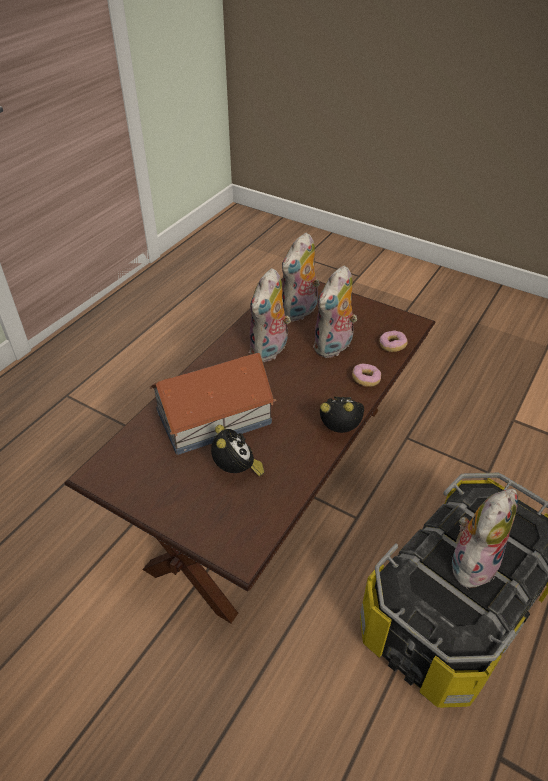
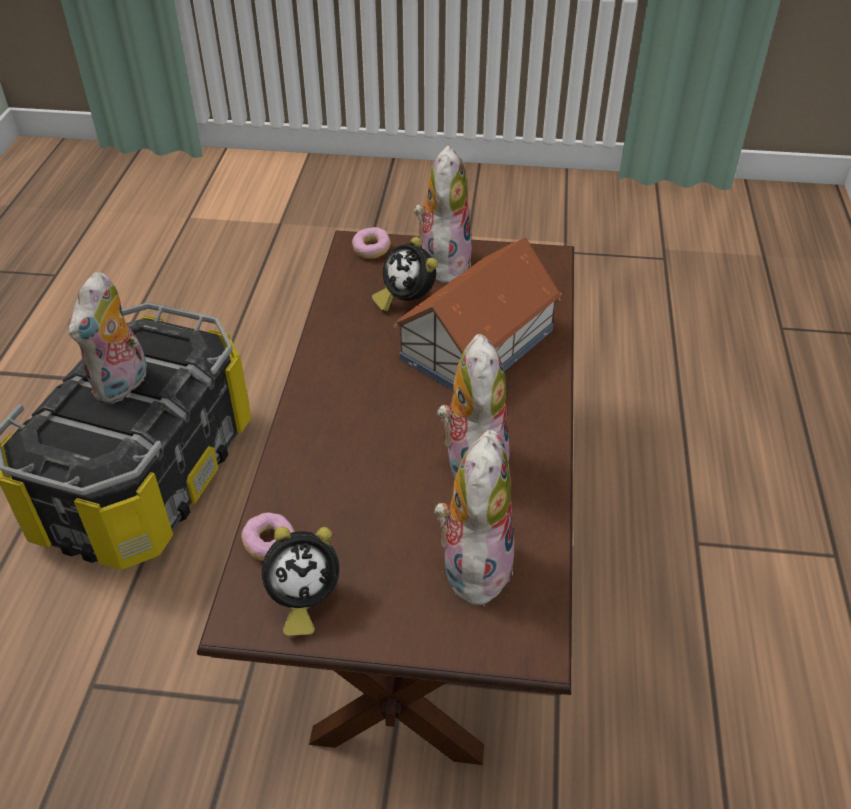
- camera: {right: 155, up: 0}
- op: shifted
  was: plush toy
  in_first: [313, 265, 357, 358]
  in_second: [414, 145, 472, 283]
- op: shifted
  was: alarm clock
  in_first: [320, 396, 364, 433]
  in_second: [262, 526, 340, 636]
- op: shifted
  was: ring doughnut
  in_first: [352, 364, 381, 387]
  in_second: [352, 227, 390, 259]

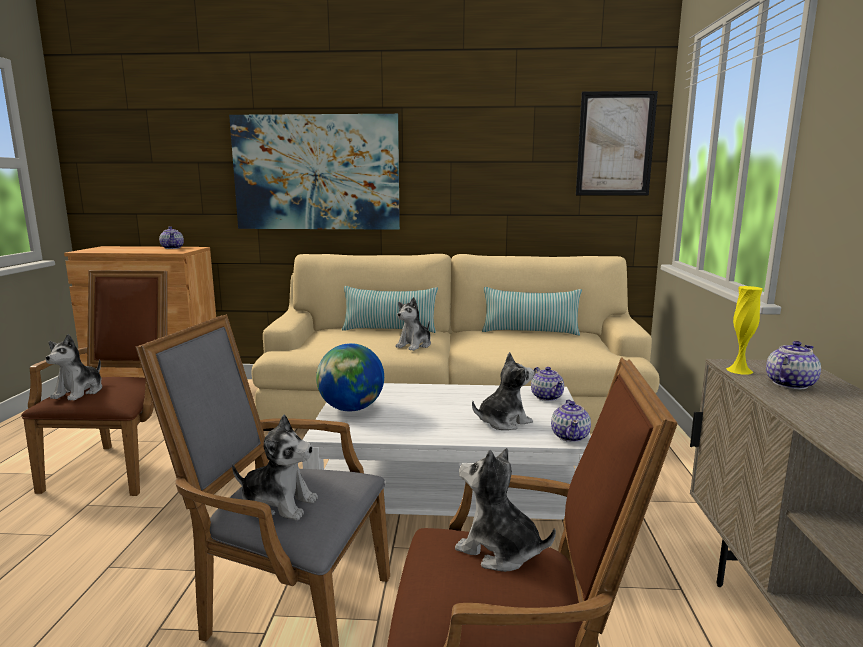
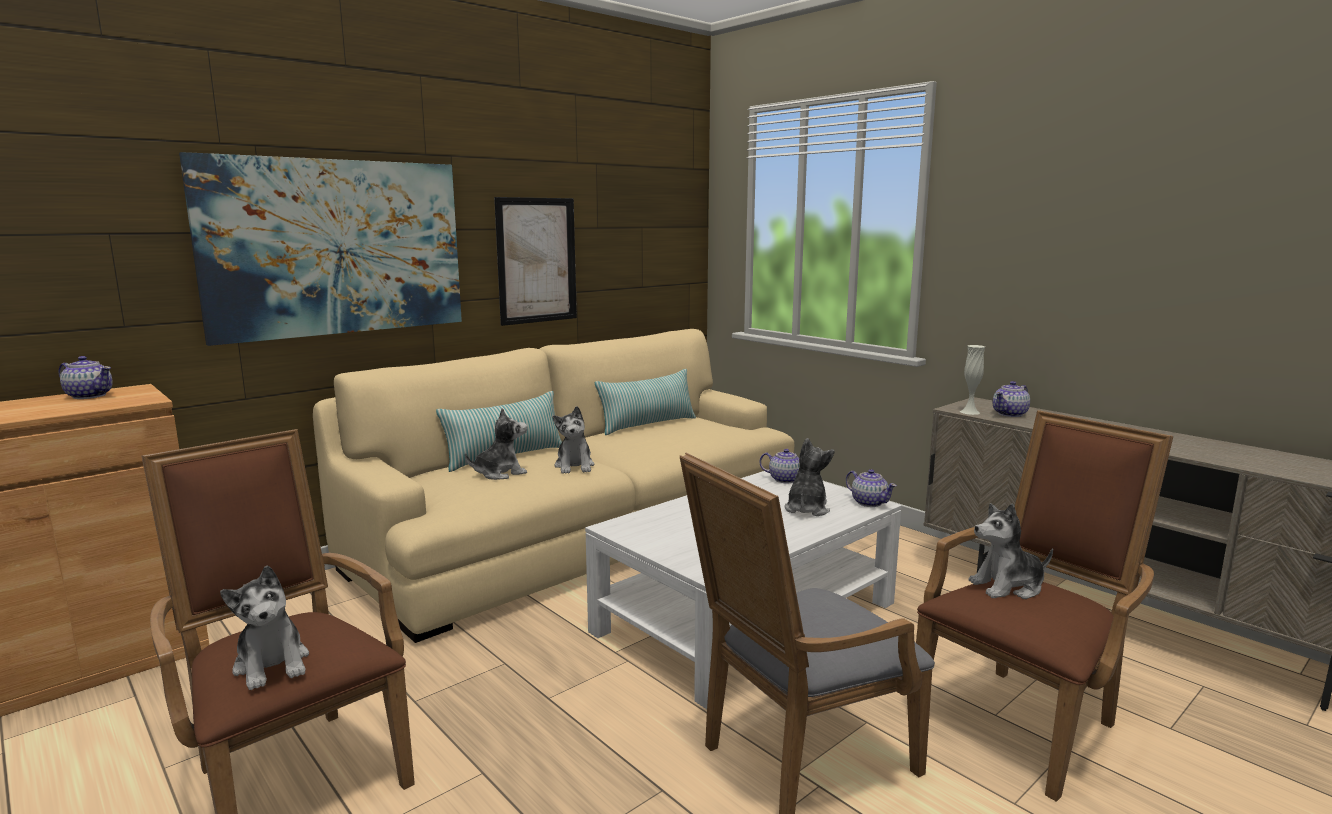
- camera: {right: -45, up: 0}
- op: gone
  was: world globe
  in_first: [316, 343, 384, 412]
- op: shifted
  was: plush toy
  in_first: [232, 415, 318, 520]
  in_second: [465, 408, 527, 480]
- op: shifted
  was: picture
  in_first: [576, 91, 658, 195]
  in_second: [494, 197, 577, 326]
- op: repainted
  was: yellowish flower vase
  now: whitish flower vase
  in_first: [726, 286, 763, 374]
  in_second: [960, 345, 985, 415]
- op: rotated
  was: tea pot
  in_first: [766, 341, 821, 389]
  in_second: [992, 381, 1030, 417]
  clockwise: -135

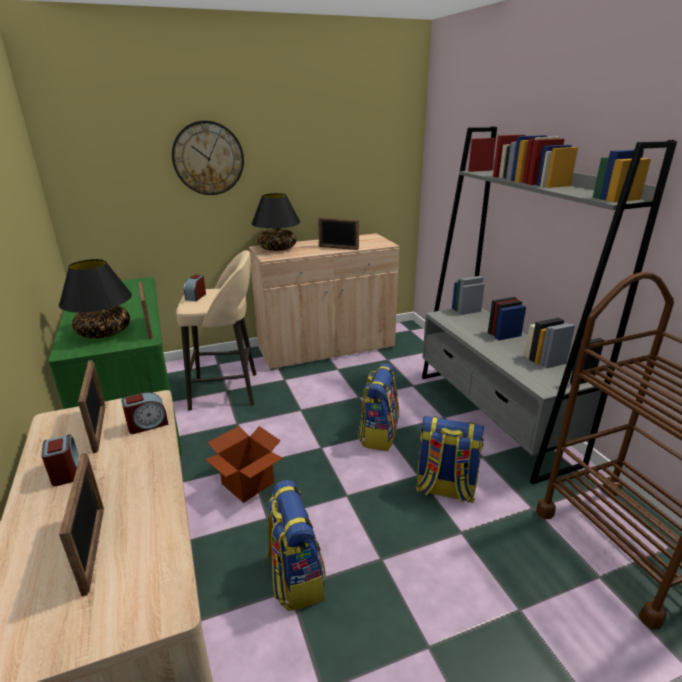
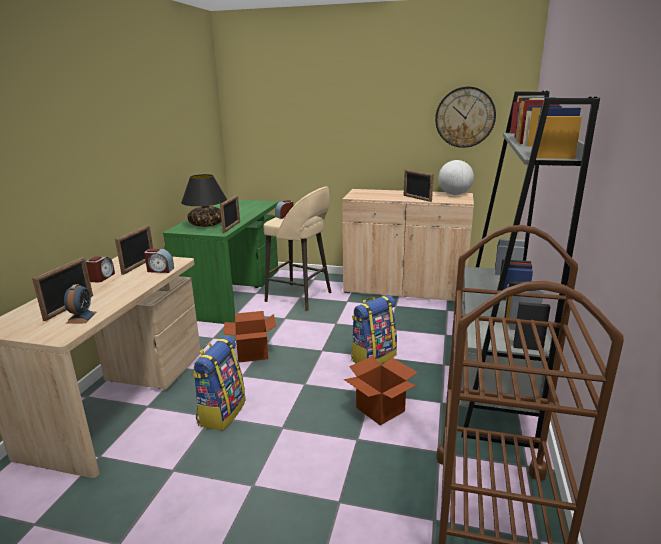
- camera: {right: 35, up: -5}
- op: gone
  was: blackish table lamp
  in_first: [251, 193, 300, 251]
- op: new
  now: alarm clock
  in_second: [64, 284, 97, 324]
- op: new
  now: world globe
  in_second: [438, 160, 474, 195]
- op: shifted
  was: wall clock
  in_first: [172, 121, 244, 195]
  in_second: [435, 86, 496, 148]
- op: swapped
  was: backpack
  now: cardboard box
  in_first: [416, 416, 485, 503]
  in_second: [344, 356, 418, 425]

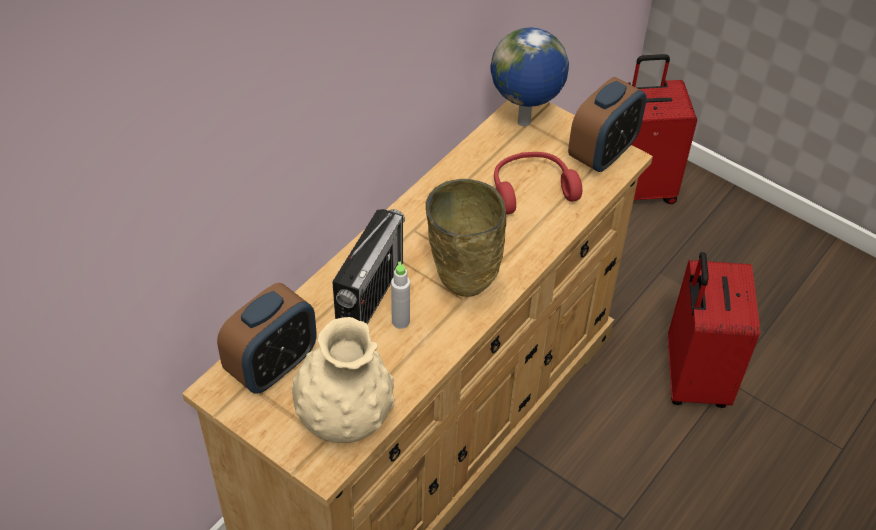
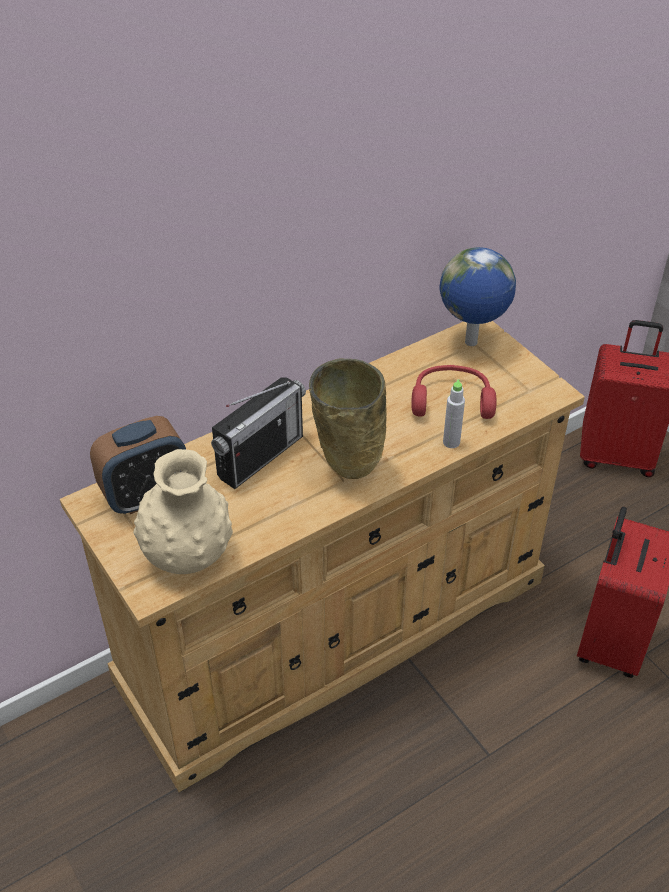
- camera: {right: 20, up: -5}
- op: gone
  was: alarm clock
  in_first: [568, 77, 647, 172]
- op: shifted
  was: gray beverage bottle
  in_first: [391, 262, 410, 329]
  in_second: [443, 379, 465, 448]

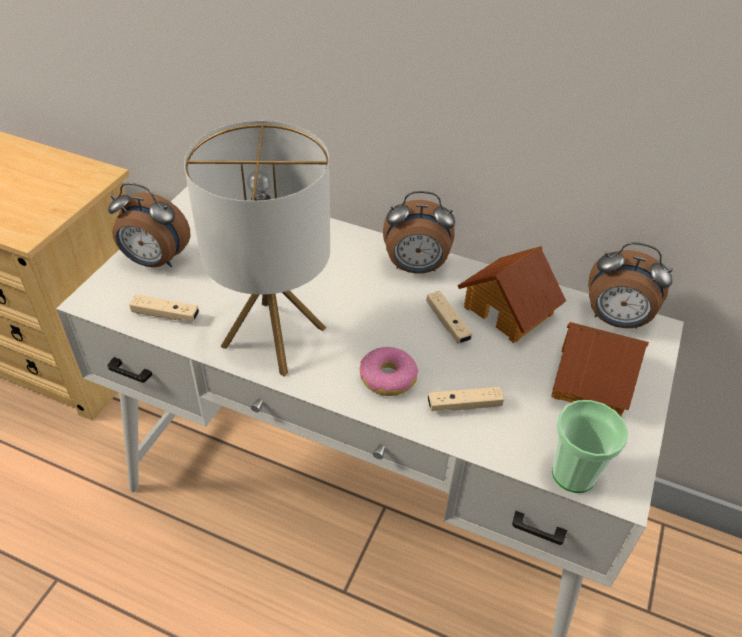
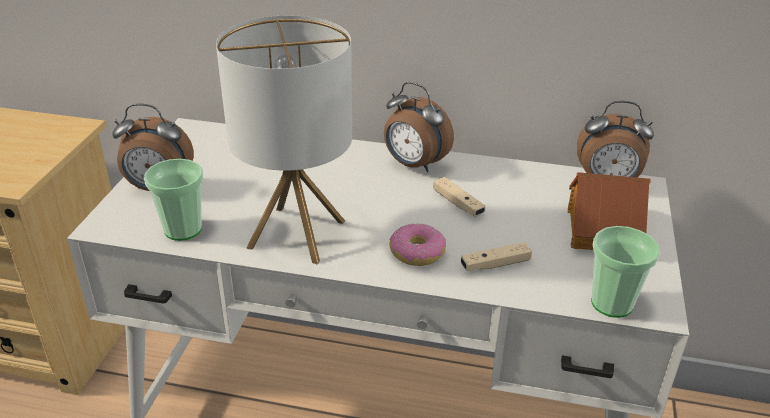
- camera: {right: -10, up: -10}
- op: gone
  was: miniature house
  in_first: [457, 246, 566, 343]
- op: swapped
  was: beige-coloured joypad
  now: cup
  in_first: [129, 295, 199, 322]
  in_second: [144, 159, 203, 241]
- op: rotated
  was: alarm clock
  in_first: [383, 191, 455, 274]
  in_second: [384, 82, 454, 172]
  clockwise: 45

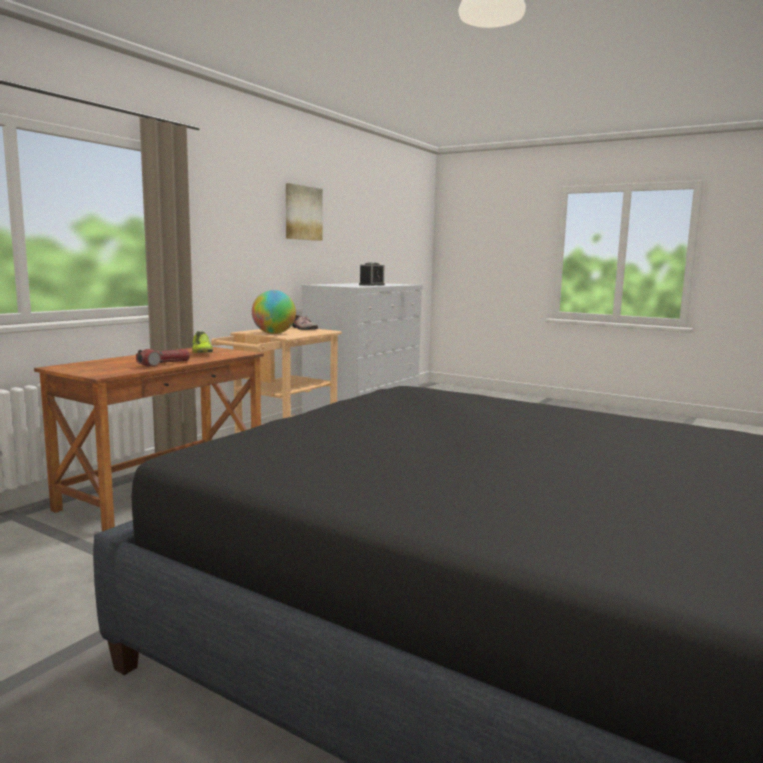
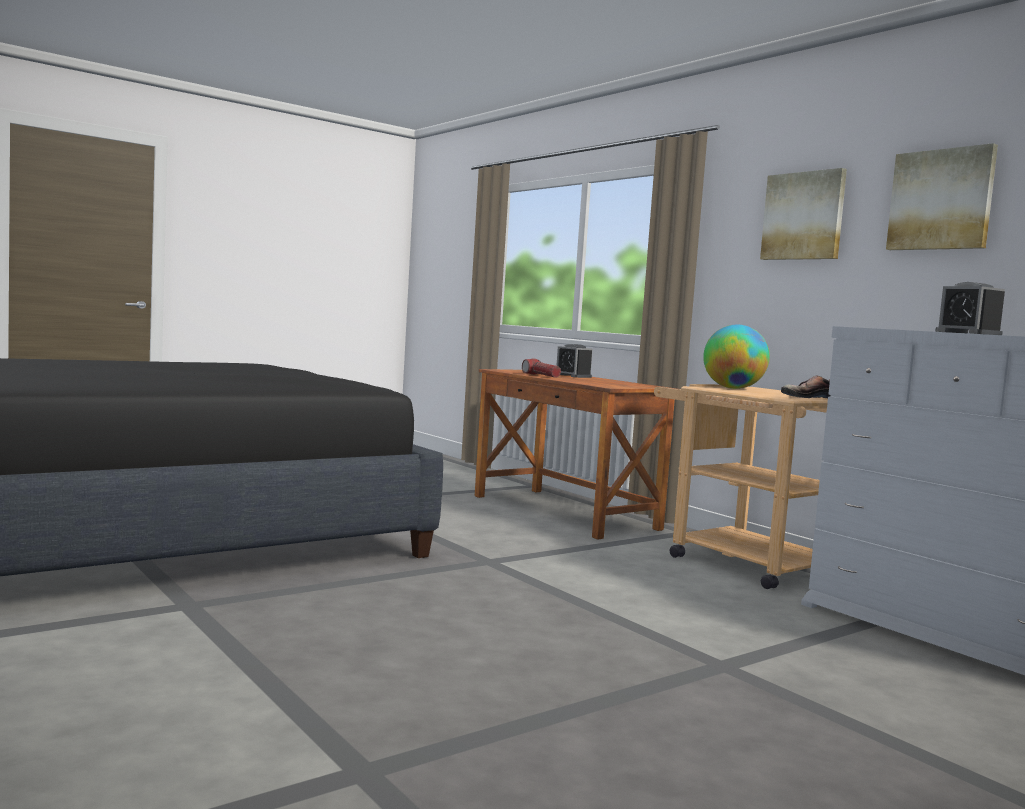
- camera: {right: 110, up: -5}
- op: gone
  was: shoe
  in_first: [192, 331, 213, 353]
- op: new
  now: alarm clock
  in_second: [556, 344, 592, 378]
- op: new
  now: picture
  in_second: [760, 168, 847, 260]

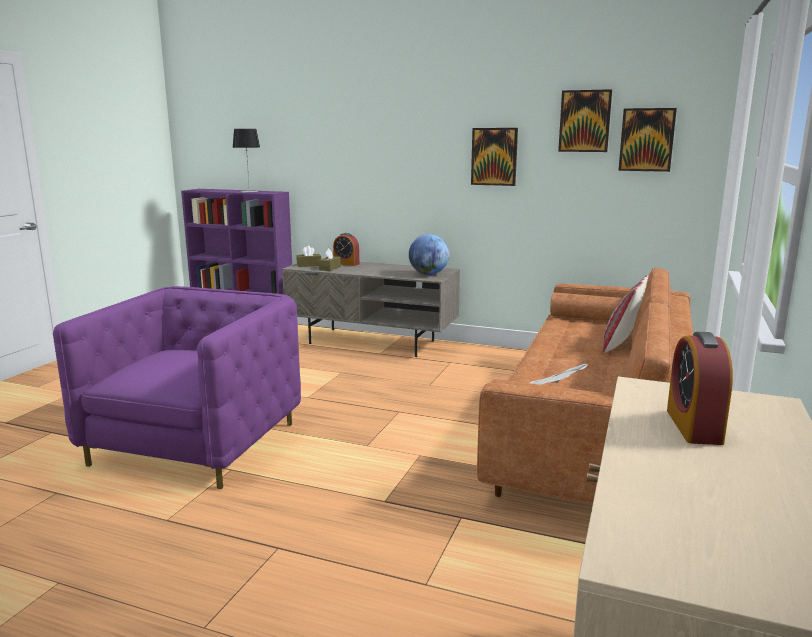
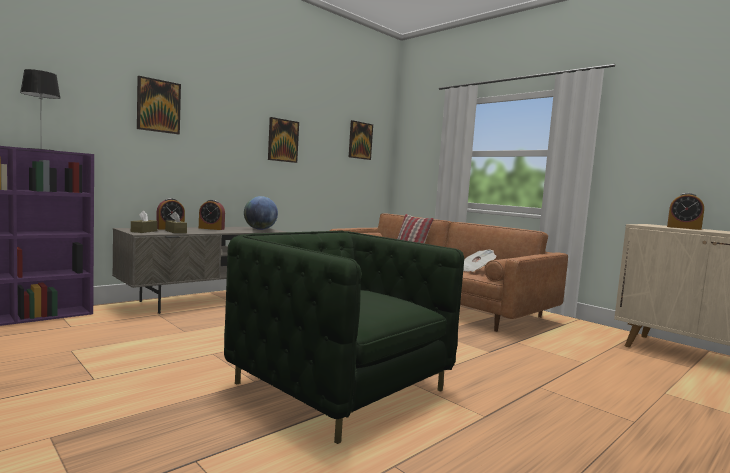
- camera: {right: -65, up: -10}
- op: new
  now: alarm clock
  in_second: [199, 200, 225, 230]
- op: shifted
  was: picture
  in_first: [558, 89, 612, 152]
  in_second: [137, 76, 181, 134]
- op: repainted
  was: purplish lounge chair
  now: green-coloured lounge chair
  in_first: [53, 286, 301, 489]
  in_second: [224, 231, 464, 444]

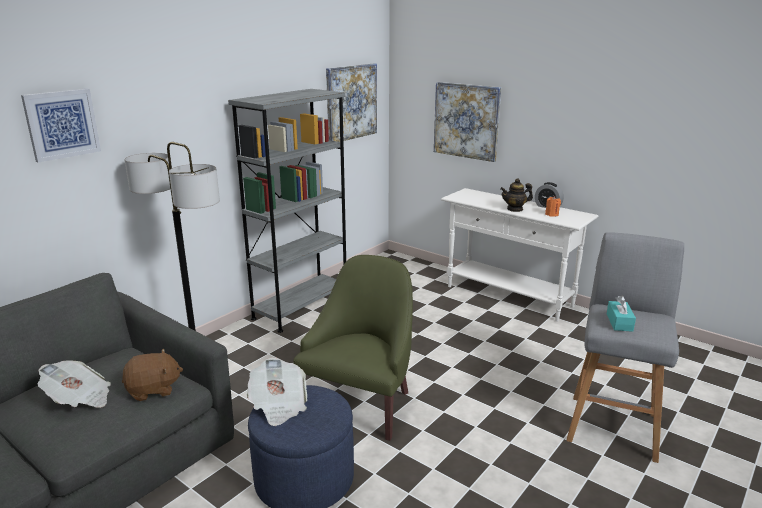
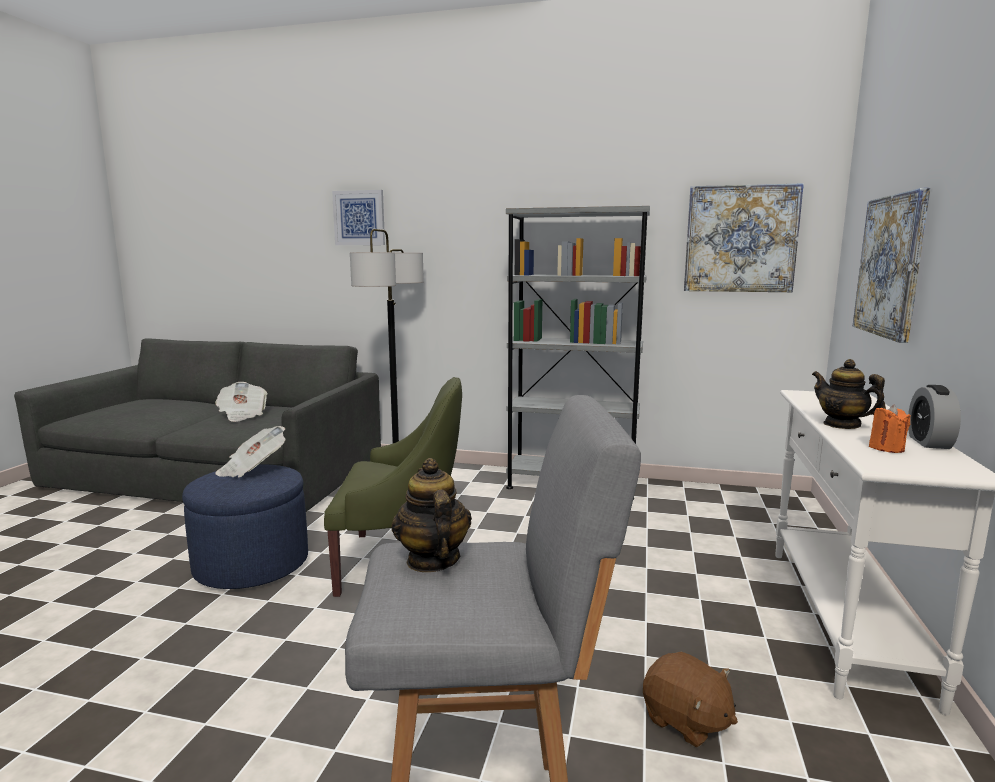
- camera: {right: 65, up: -10}
- op: shifted
  was: brown plush toy
  in_first: [122, 349, 183, 401]
  in_second: [643, 652, 738, 748]
- op: swapped
  was: blue-green tissue holder
  now: tea pot
  in_first: [607, 296, 636, 332]
  in_second: [391, 458, 472, 572]

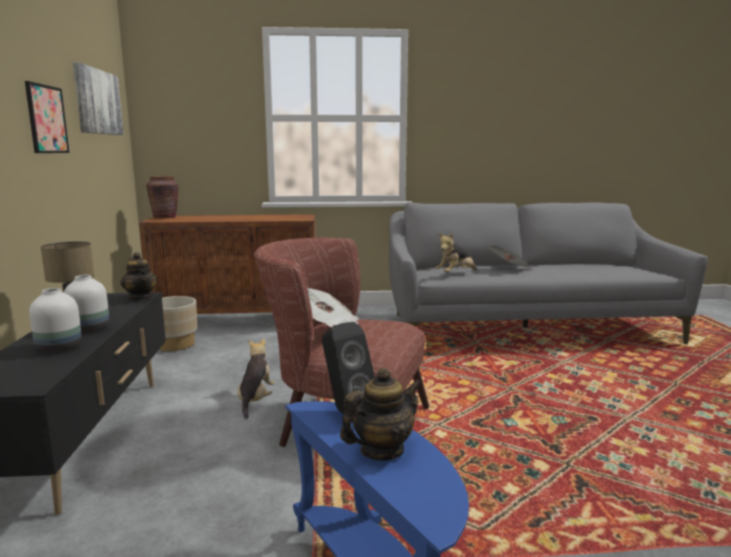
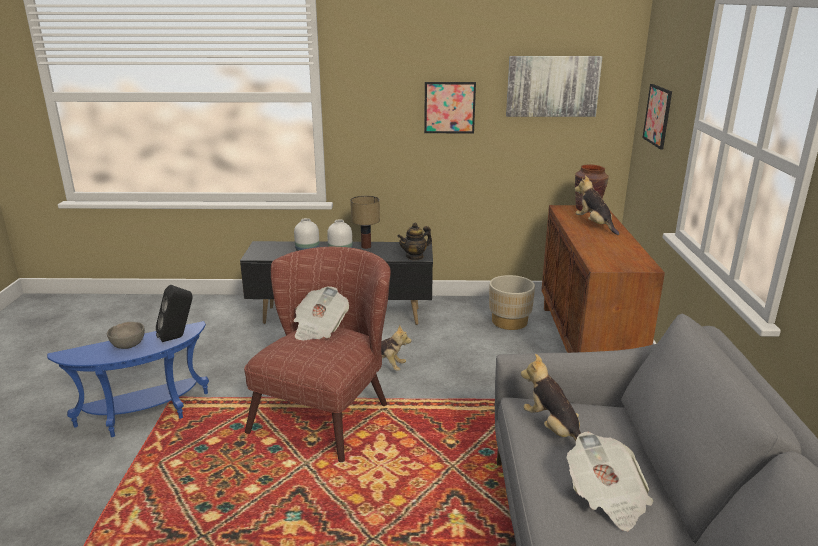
- camera: {right: 95, up: 10}
- op: new
  now: plush toy
  in_second: [575, 176, 619, 235]
- op: new
  now: picture
  in_second: [643, 84, 672, 150]
- op: swapped
  was: tea pot
  now: gray deep dish
  in_first: [340, 368, 422, 460]
  in_second: [107, 322, 145, 349]

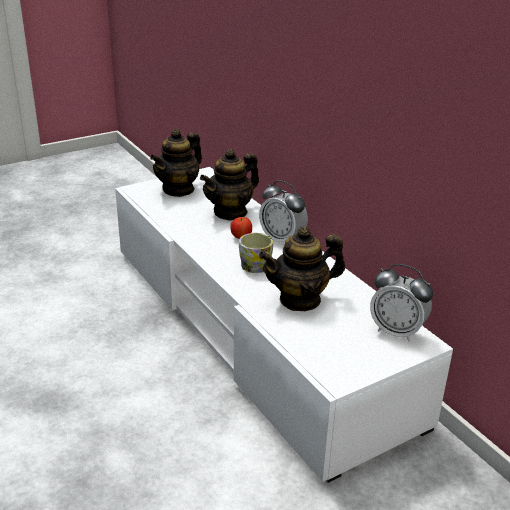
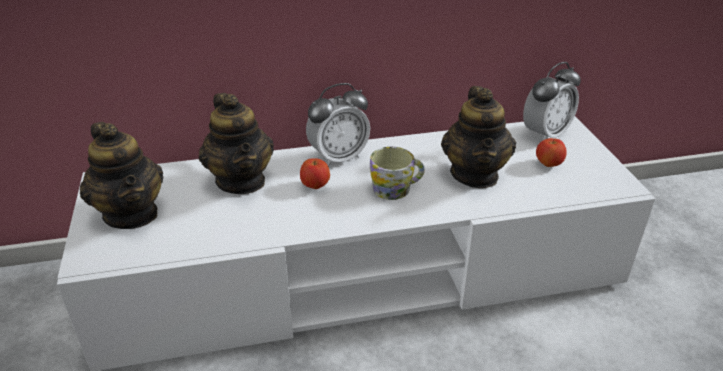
- camera: {right: -70, up: 5}
- op: new
  now: apple fruit
  in_second: [536, 138, 567, 167]

